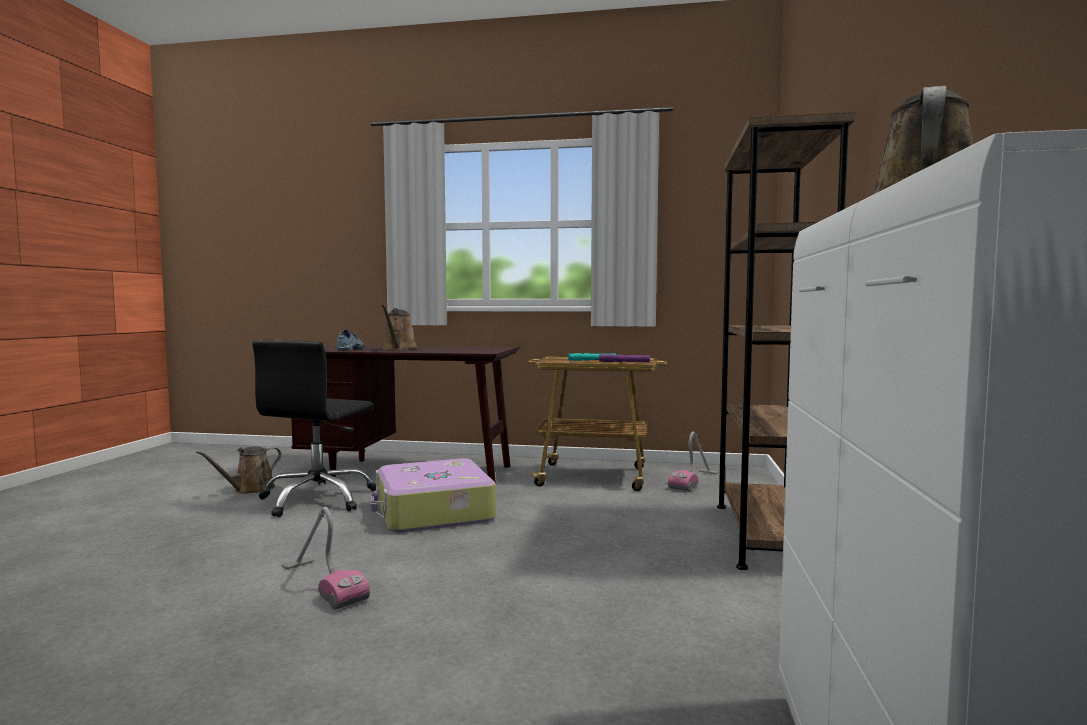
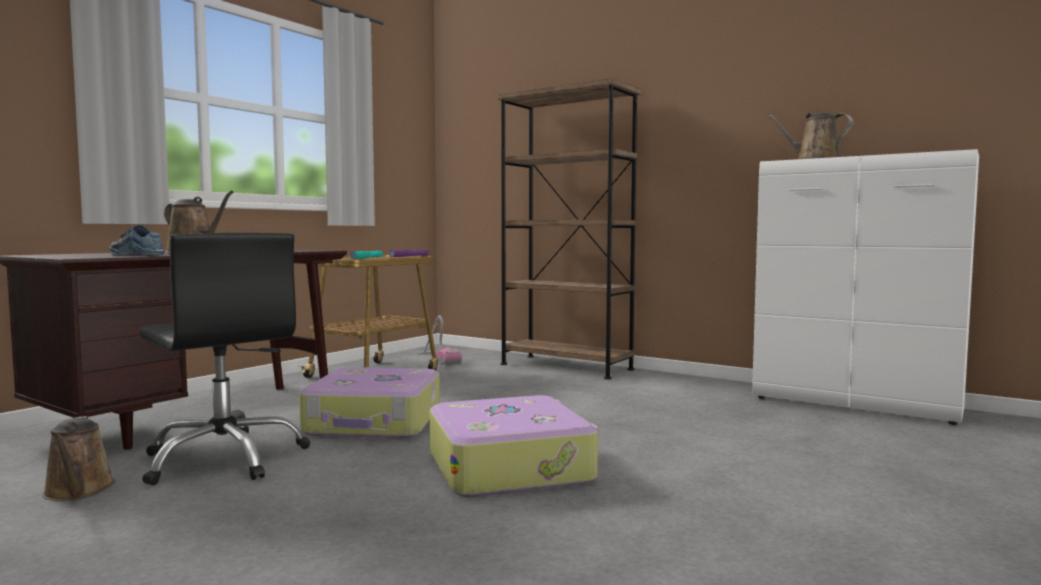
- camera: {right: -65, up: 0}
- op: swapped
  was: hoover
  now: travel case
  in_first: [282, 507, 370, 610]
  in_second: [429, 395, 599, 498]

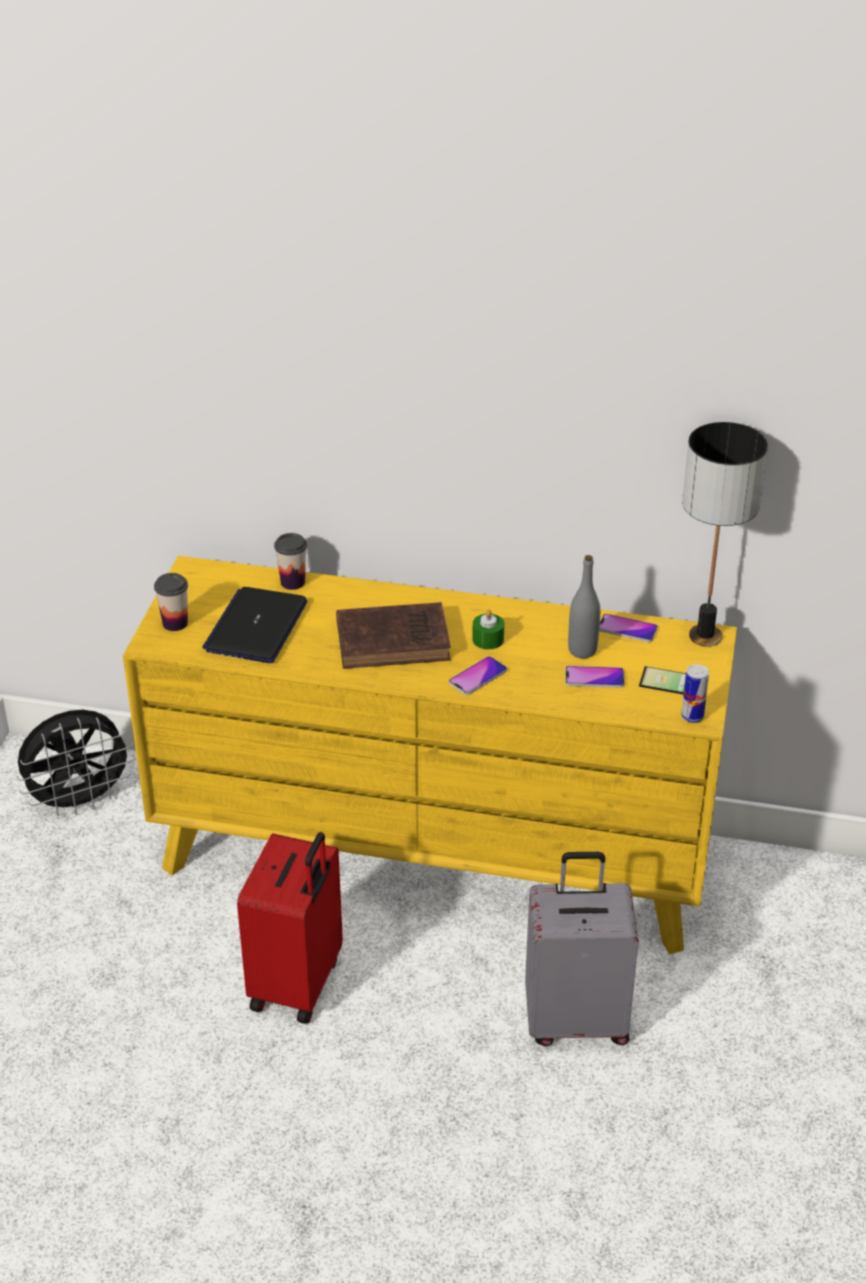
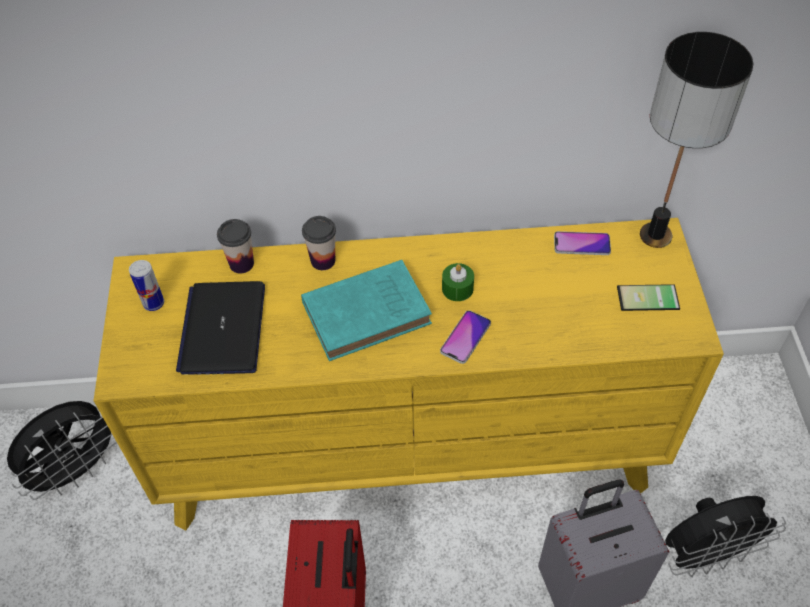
- camera: {right: -15, up: 15}
- op: gone
  was: phone
  in_first: [565, 666, 624, 688]
- op: gone
  was: gray beverage bottle
  in_first: [568, 555, 600, 658]
- op: new
  now: blackish cooling fan
  in_second: [665, 496, 786, 577]
- op: shifted
  was: cup
  in_first: [154, 573, 188, 631]
  in_second: [302, 216, 336, 270]
- op: shifted
  was: metal can
  in_first: [681, 664, 709, 723]
  in_second: [129, 260, 164, 311]
- op: repainted
  was: brown bound book
  now: blue-green bound book
  in_first: [336, 602, 451, 669]
  in_second: [301, 260, 432, 361]

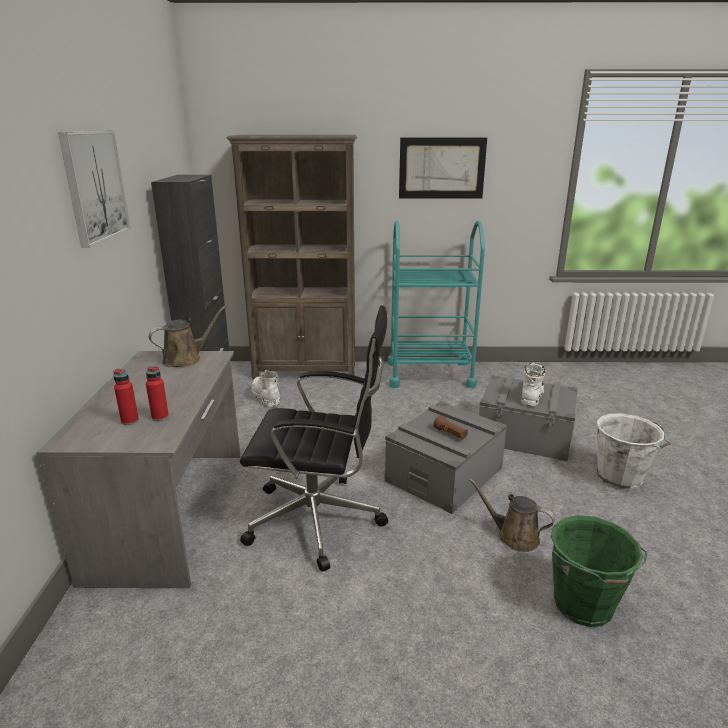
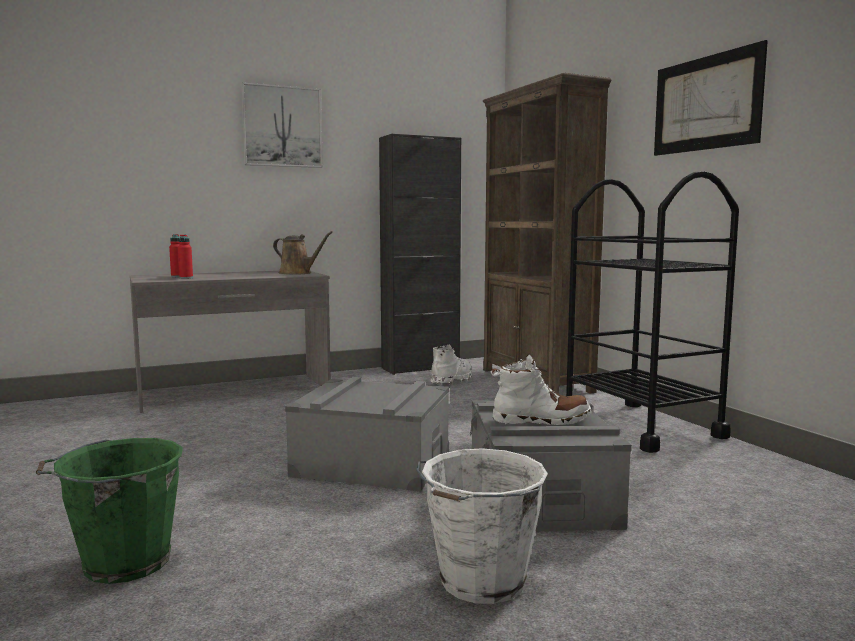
- camera: {right: 65, up: -15}
- op: gone
  was: blackish office chair
  in_first: [240, 305, 388, 572]
- op: gone
  was: brown flashlight
  in_first: [434, 415, 468, 440]
- op: gone
  was: brown sprinkling can
  in_first: [468, 478, 555, 552]
- op: repainted
  was: blue-green wheeled cart
  now: blackish wheeled cart
  in_first: [388, 221, 485, 388]
  in_second: [566, 171, 739, 453]

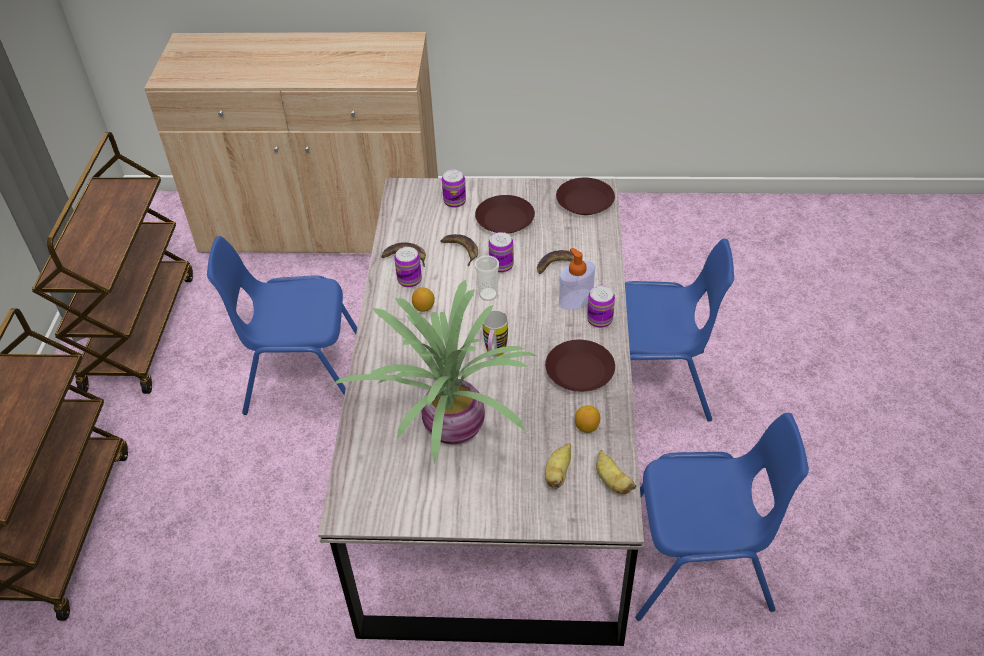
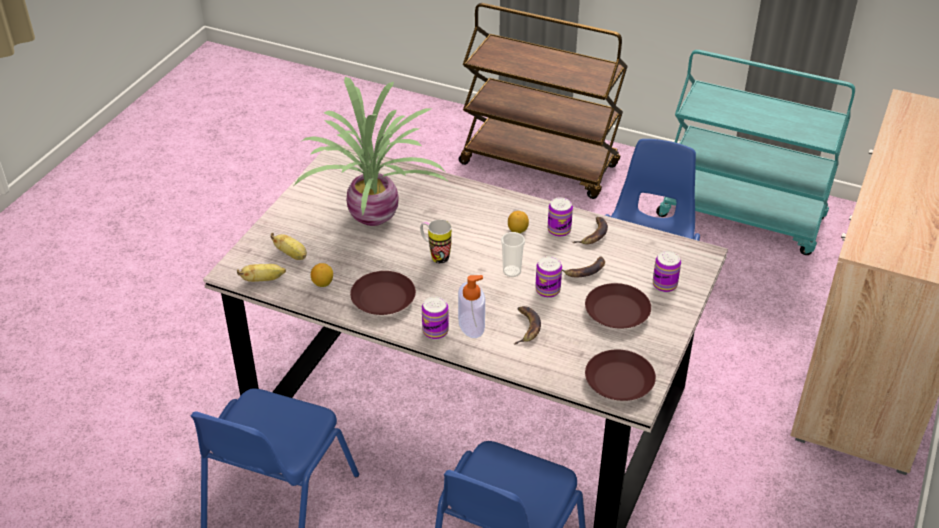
- camera: {right: 110, up: -5}
- op: repainted
  was: brown wheeled cart
  now: blue-green wheeled cart
  in_first: [32, 132, 193, 394]
  in_second: [656, 50, 855, 255]

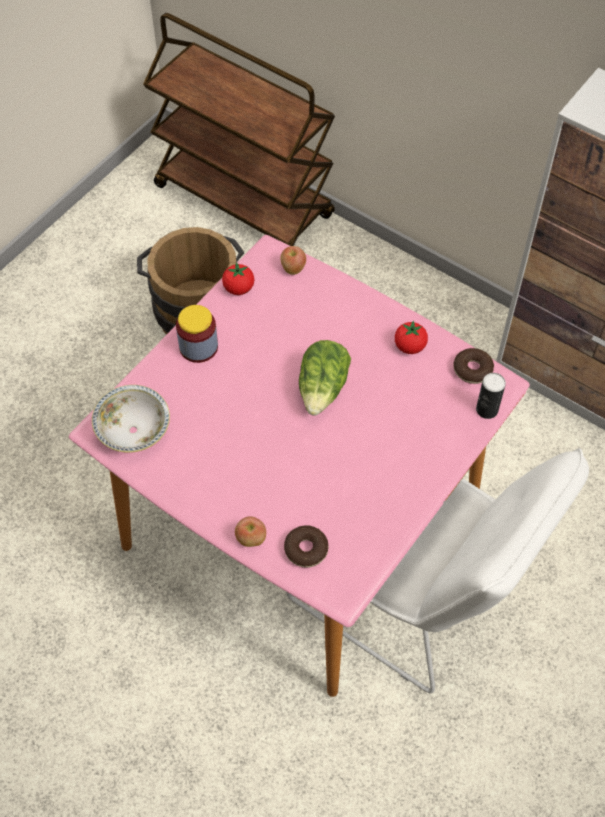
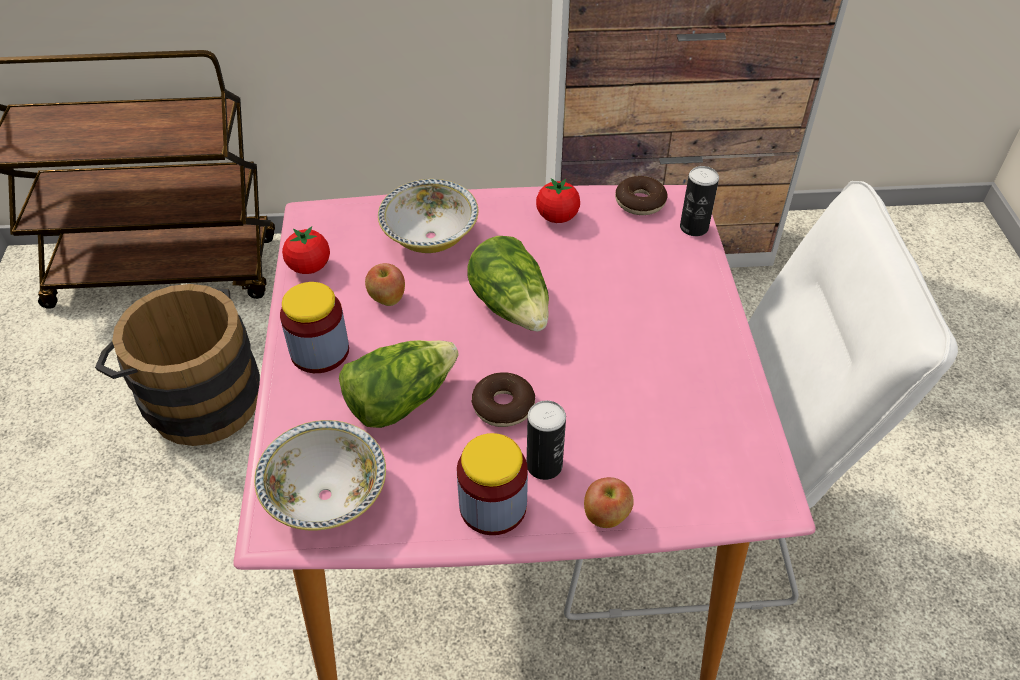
- camera: {right: -40, up: -10}
- op: new
  now: head of lettuce
  in_second: [339, 340, 459, 428]
- op: new
  now: deep dish
  in_second: [378, 179, 478, 253]
- op: new
  now: preserve jar
  in_second: [457, 433, 528, 535]
- op: new
  now: metal can
  in_second: [527, 400, 566, 480]
- op: shifted
  was: apple fruit
  in_first: [281, 246, 306, 275]
  in_second: [365, 263, 405, 306]
- op: shifted
  was: ring doughnut
  in_first: [284, 525, 328, 568]
  in_second: [471, 372, 535, 427]

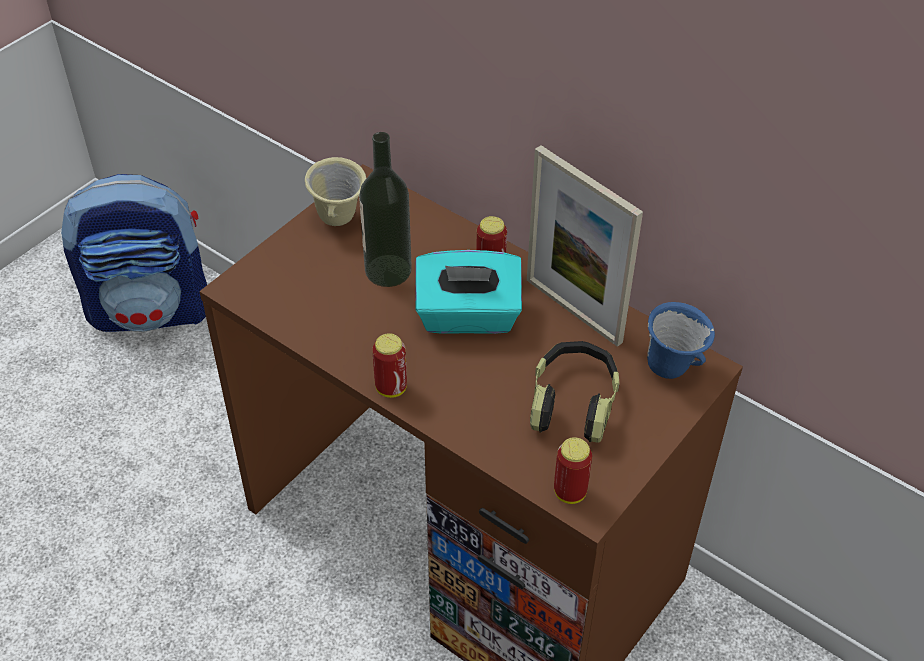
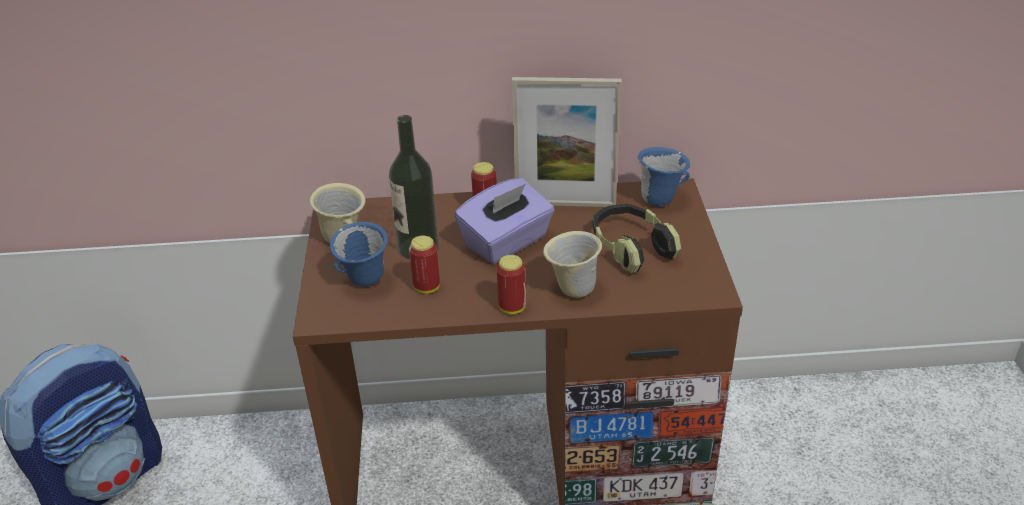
- camera: {right: -40, up: -10}
- op: new
  now: bluish coffee mug
  in_second: [330, 222, 388, 287]
- op: new
  now: beige-coloured coffee mug
  in_second: [543, 231, 602, 298]
- op: shifted
  was: metal can
  in_first: [554, 437, 592, 504]
  in_second: [409, 236, 440, 294]
- op: repainted
  was: blue-green tissue holder
  now: purplish tissue holder
  in_first: [416, 250, 522, 334]
  in_second: [454, 178, 555, 264]

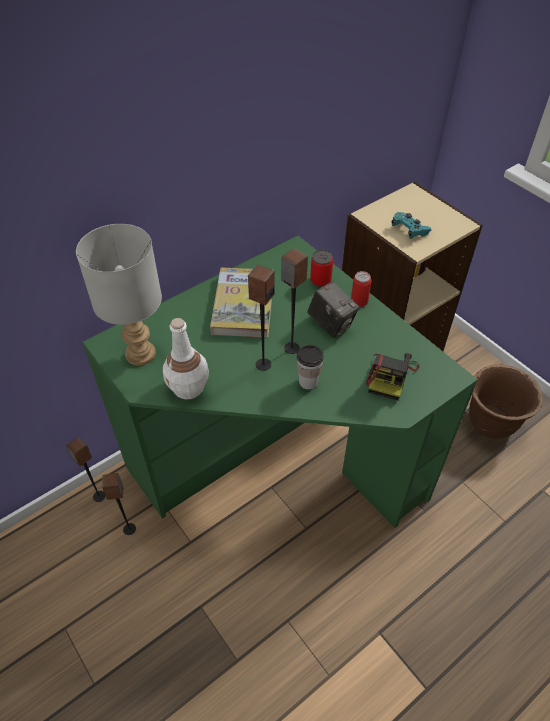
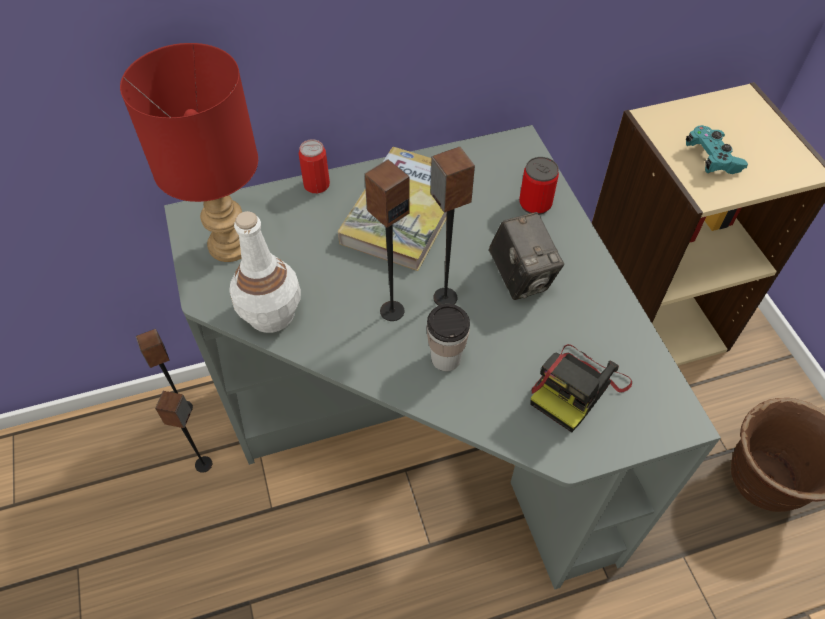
- camera: {right: 20, up: 5}
- op: shifted
  was: metal can
  in_first: [351, 271, 371, 307]
  in_second: [299, 139, 330, 193]
- op: repainted
  was: gray table lamp
  now: reddish table lamp
  in_first: [76, 224, 162, 365]
  in_second: [120, 43, 258, 262]
- op: repainted
  was: green-coloured desk unit
  now: gray desk unit
  in_first: [82, 235, 478, 528]
  in_second: [164, 125, 721, 590]

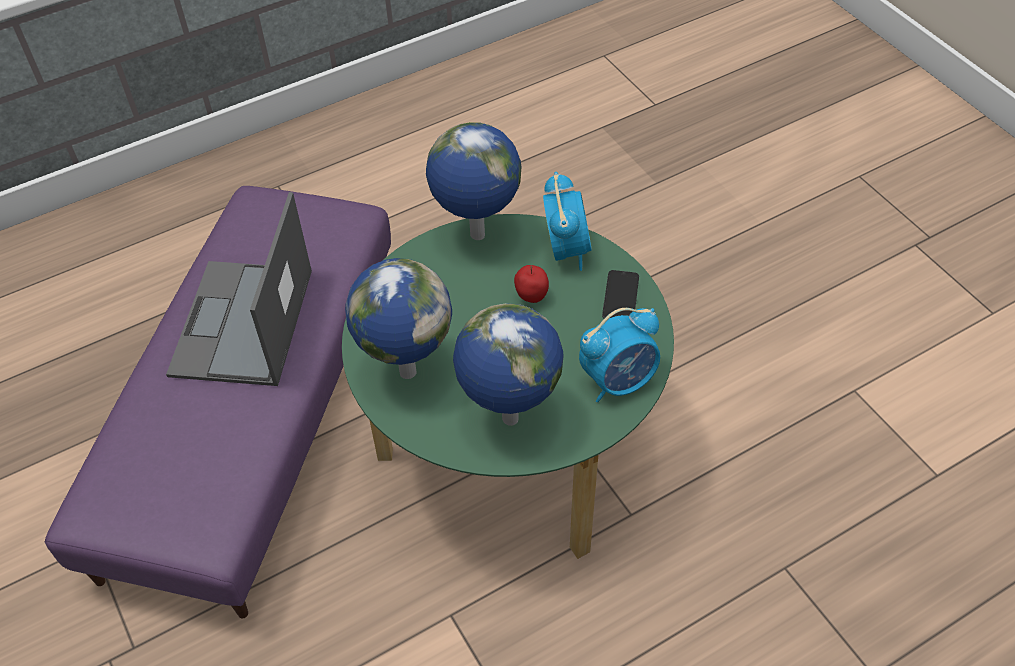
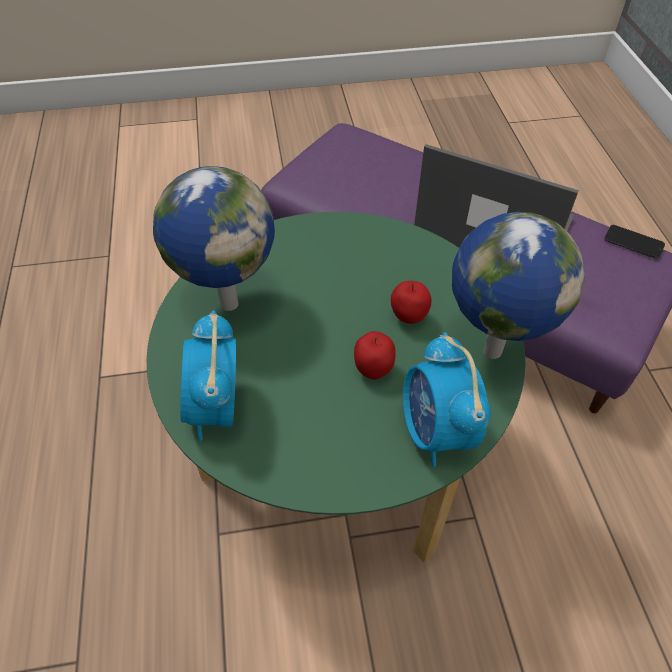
- camera: {right: 110, up: 0}
- op: gone
  was: world globe
  in_first: [345, 258, 452, 379]
- op: new
  now: apple fruit
  in_second: [391, 280, 431, 324]
- op: shifted
  was: phone
  in_first: [602, 270, 639, 318]
  in_second: [605, 225, 665, 259]
- op: rotated
  was: alarm clock
  in_first: [543, 172, 592, 271]
  in_second: [403, 332, 491, 467]
  clockwise: 60

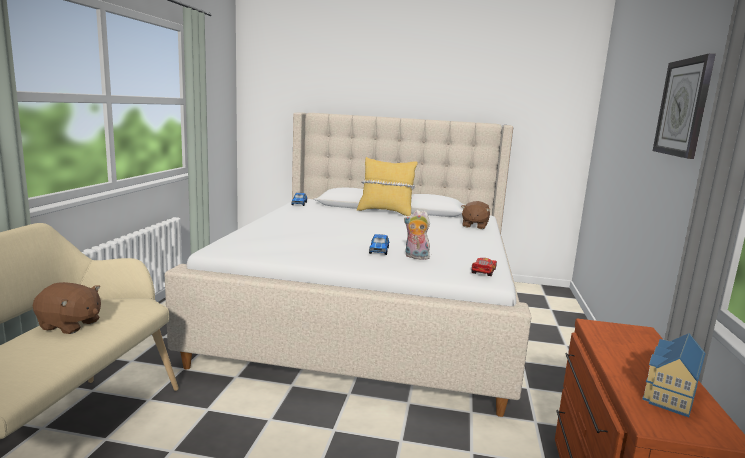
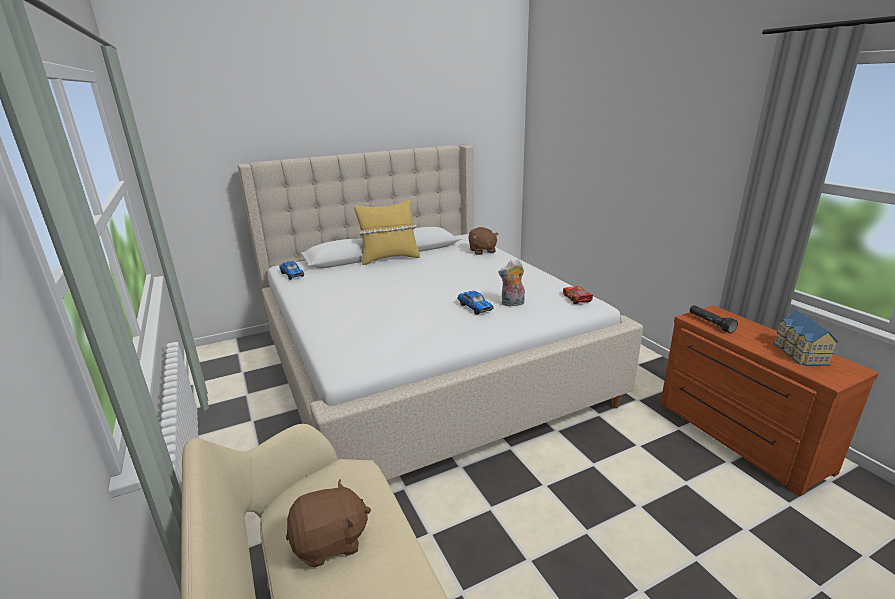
- camera: {right: -35, up: 10}
- op: gone
  was: wall clock
  in_first: [653, 54, 716, 159]
- op: new
  now: blackish flashlight
  in_second: [690, 305, 738, 333]

